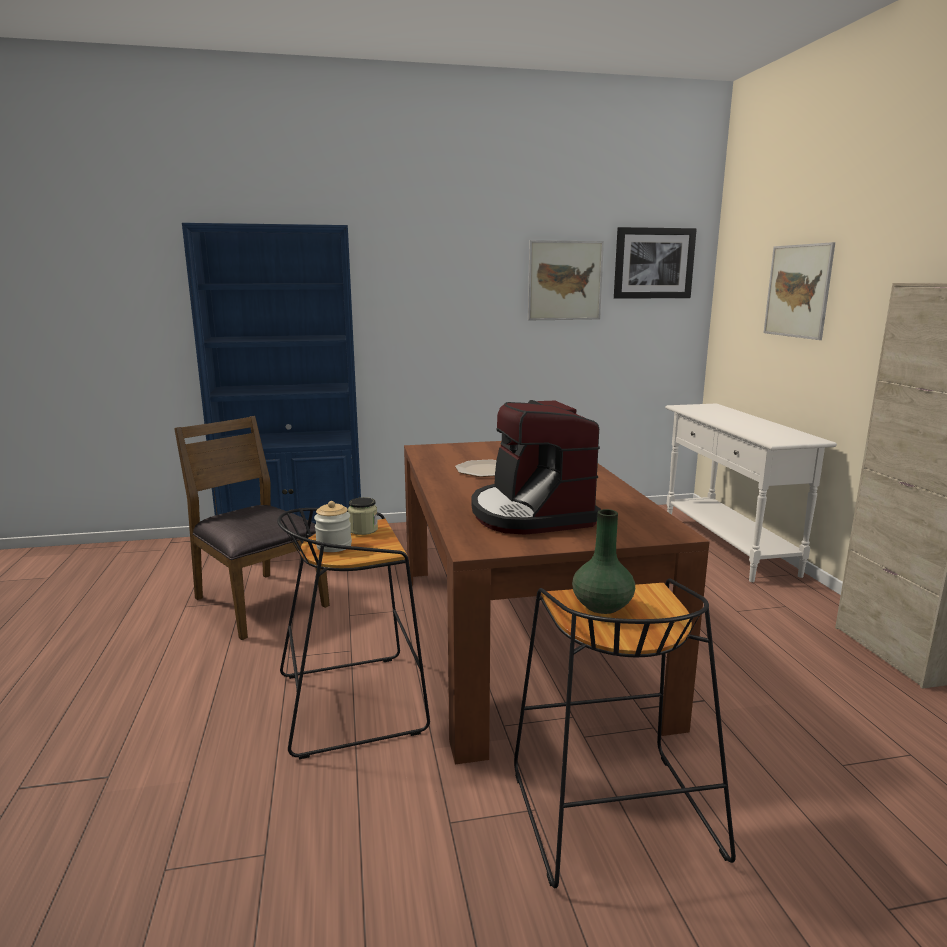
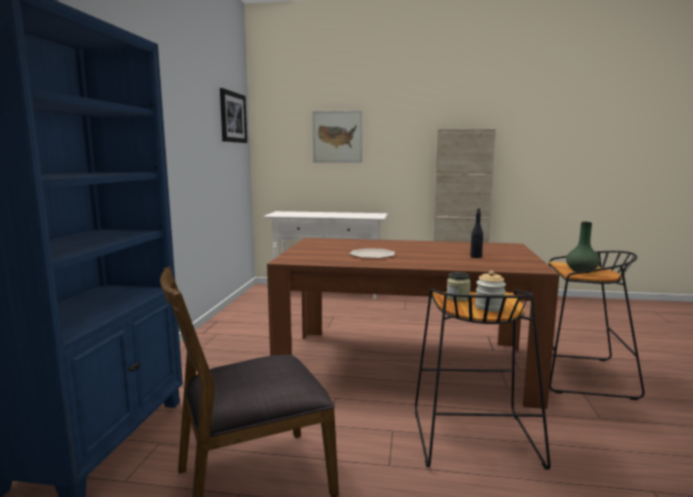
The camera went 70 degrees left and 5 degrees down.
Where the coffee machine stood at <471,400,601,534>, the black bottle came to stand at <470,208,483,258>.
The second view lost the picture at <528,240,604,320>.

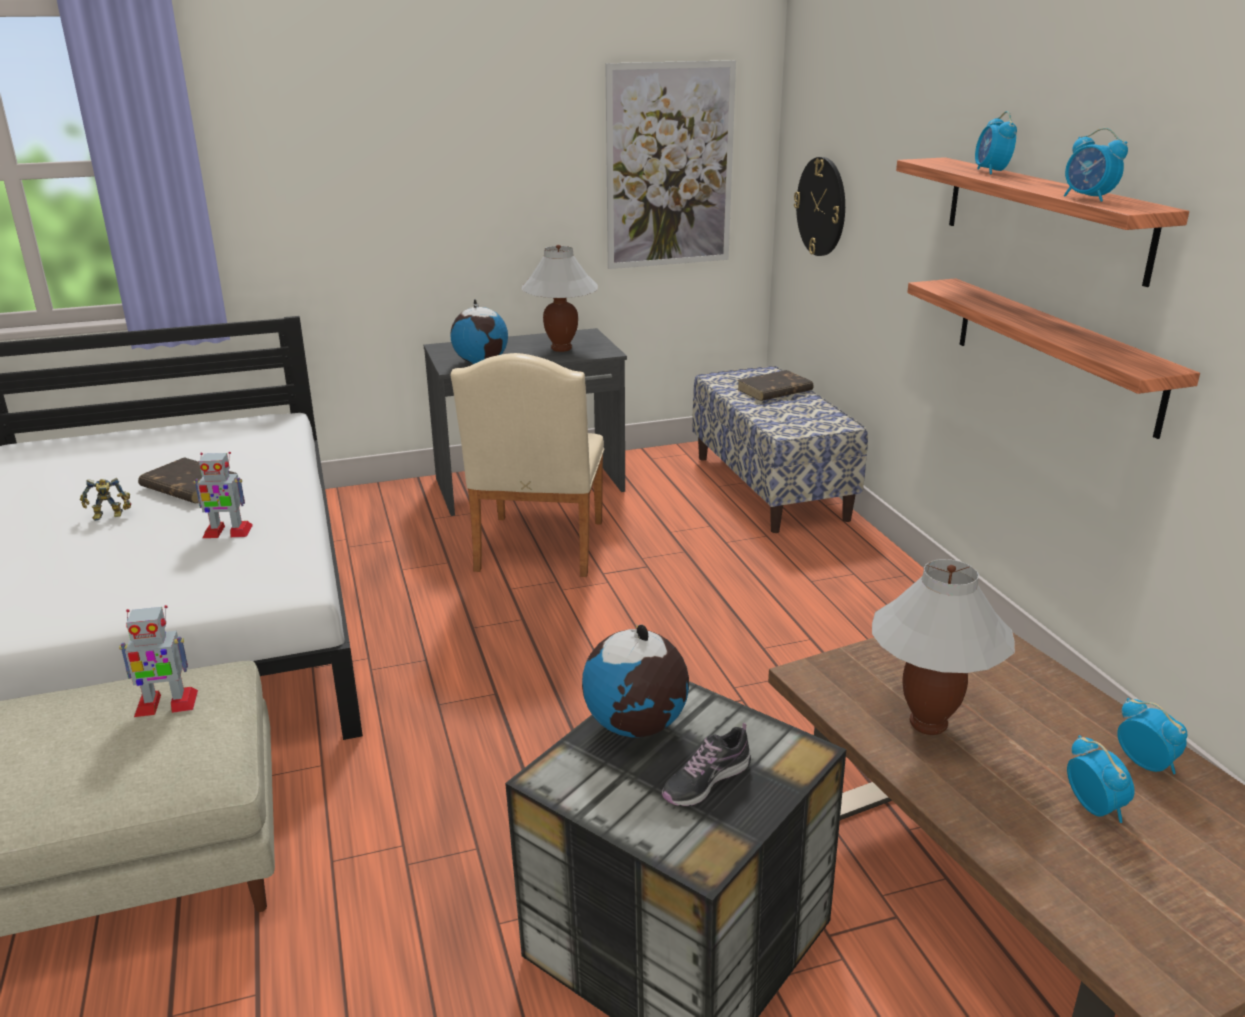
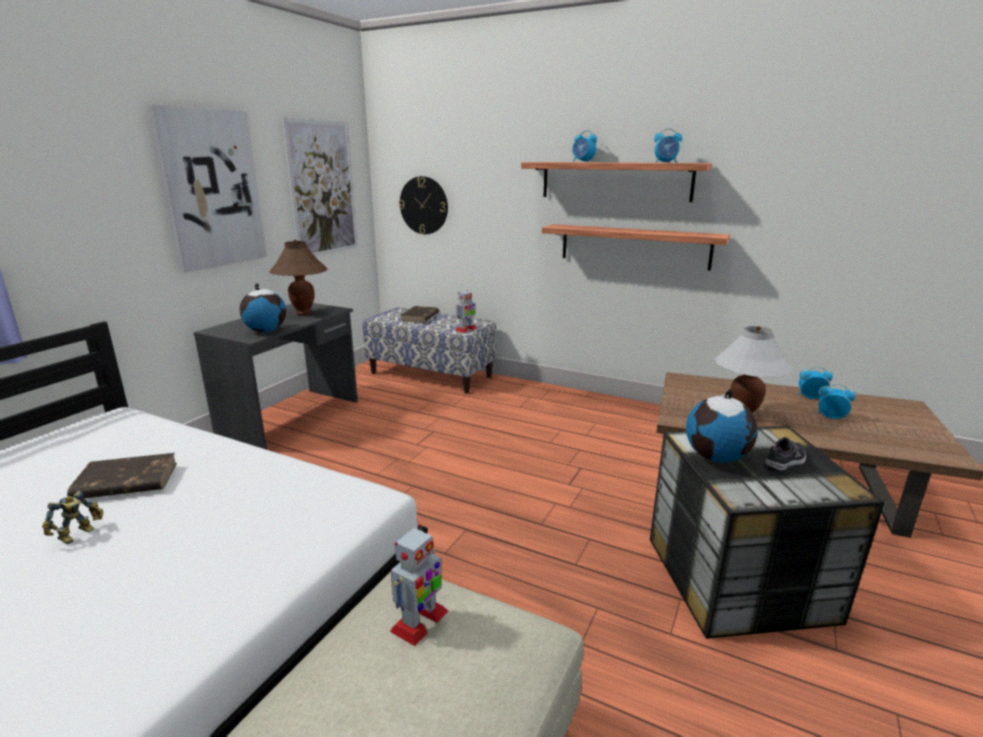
The camera went 45 degrees left and 5 degrees down.
The second view gained the picture at <148,104,267,273>.
What was the white table lamp at <522,245,598,352> turned into the brown table lamp at <269,240,327,316>.
The toy robot ended up elsewhere, having gone from <194,452,253,538> to <455,290,477,333>.
The shoe at <662,723,751,806> ended up facing another way, 135 degrees counterclockwise from before.
The second view lost the beige chair at <451,353,605,577>.

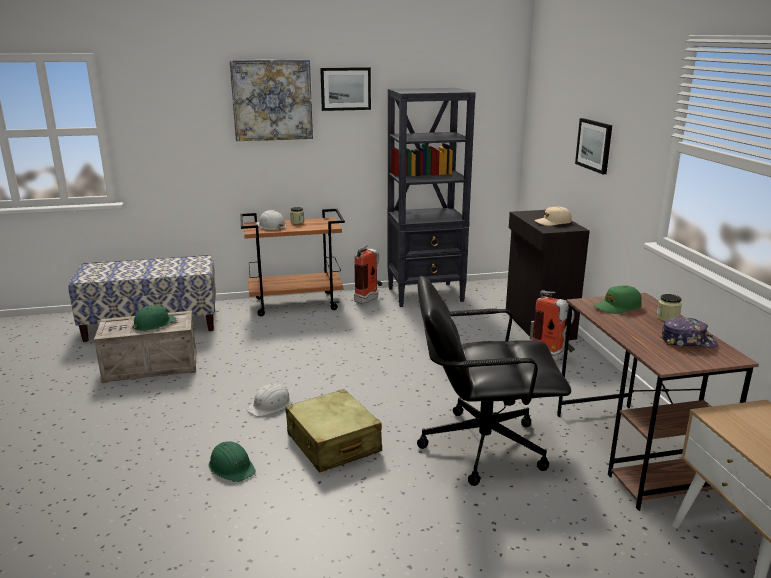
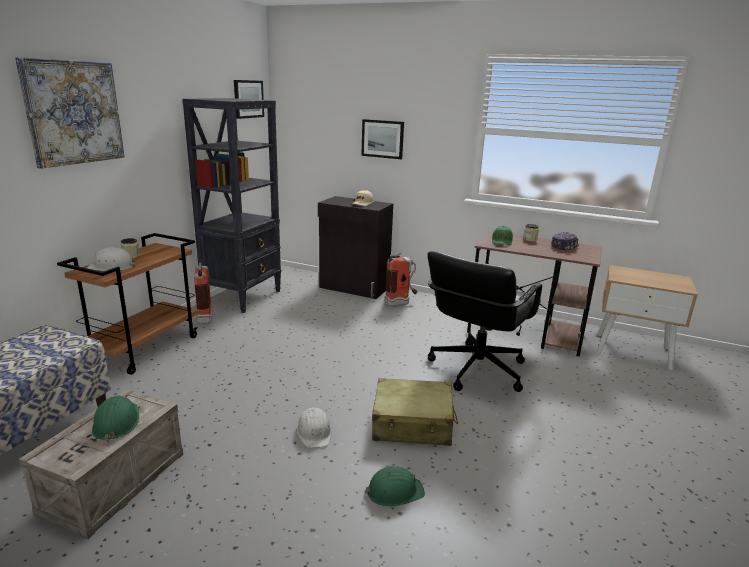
The camera went 55 degrees left and 0 degrees up.
The picture ended up elsewhere, having gone from <320,67,371,111> to <234,80,264,119>.

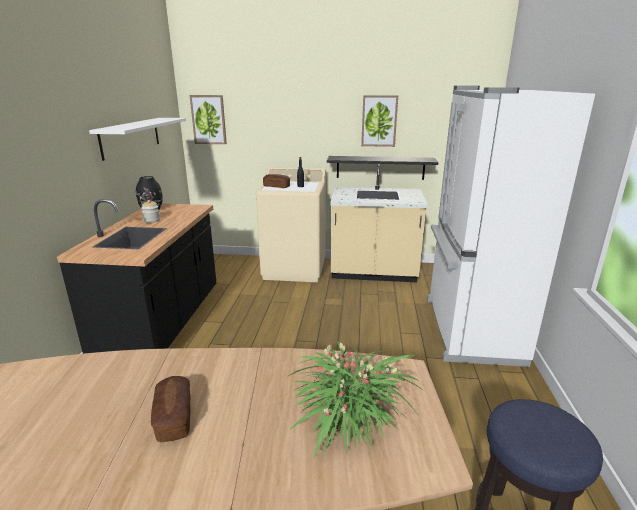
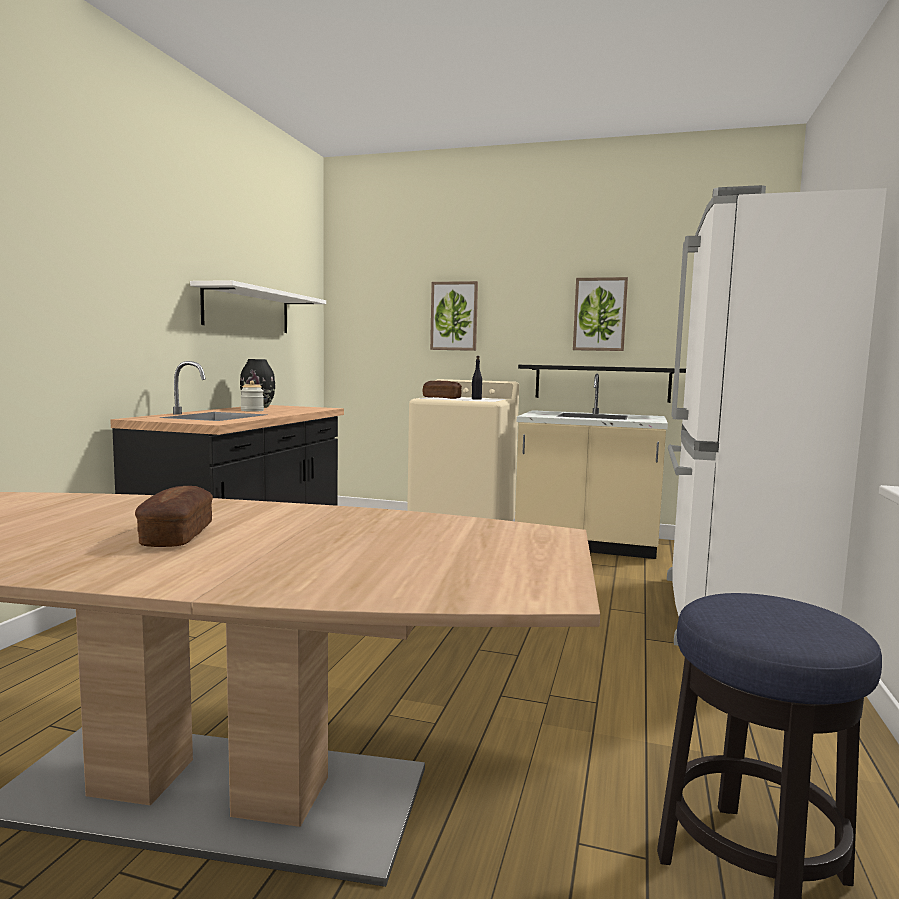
The camera went 10 degrees right and 15 degrees down.
The picture ended up elsewhere, having gone from <190,95,227,144> to <430,281,478,351>.
The second view lost the potted plant at <287,341,425,460>.

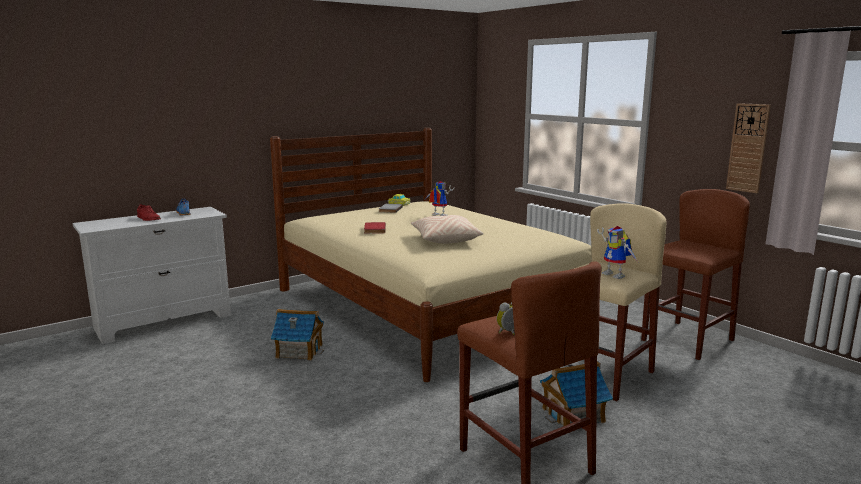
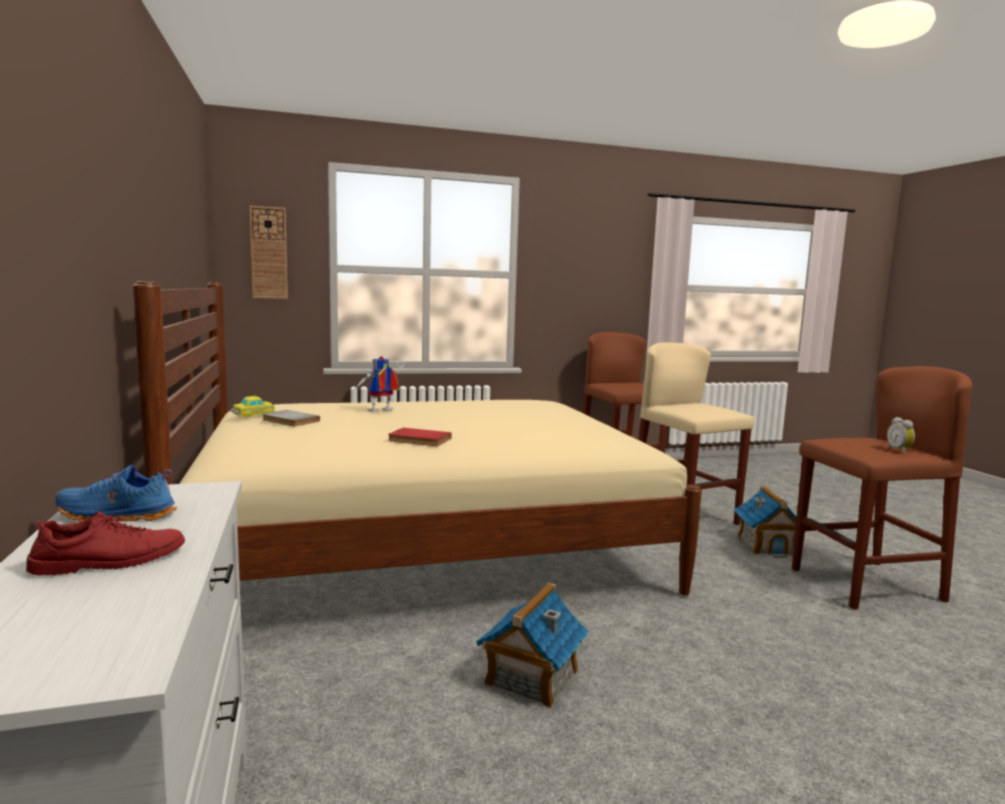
The camera went 70 degrees left and 5 degrees down.
The wall clock ended up elsewhere, having gone from <726,103,771,193> to <249,206,288,299>.
The second view lost the beige pillow at <411,215,484,244>.
The second view lost the toy robot at <597,226,638,279>.

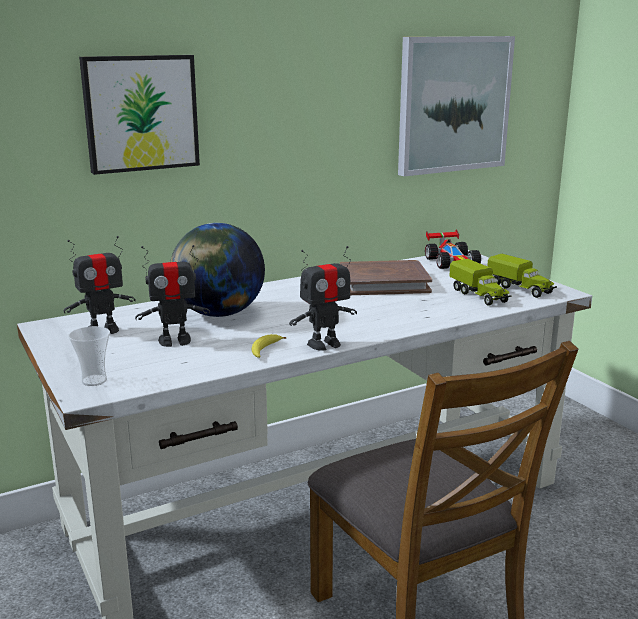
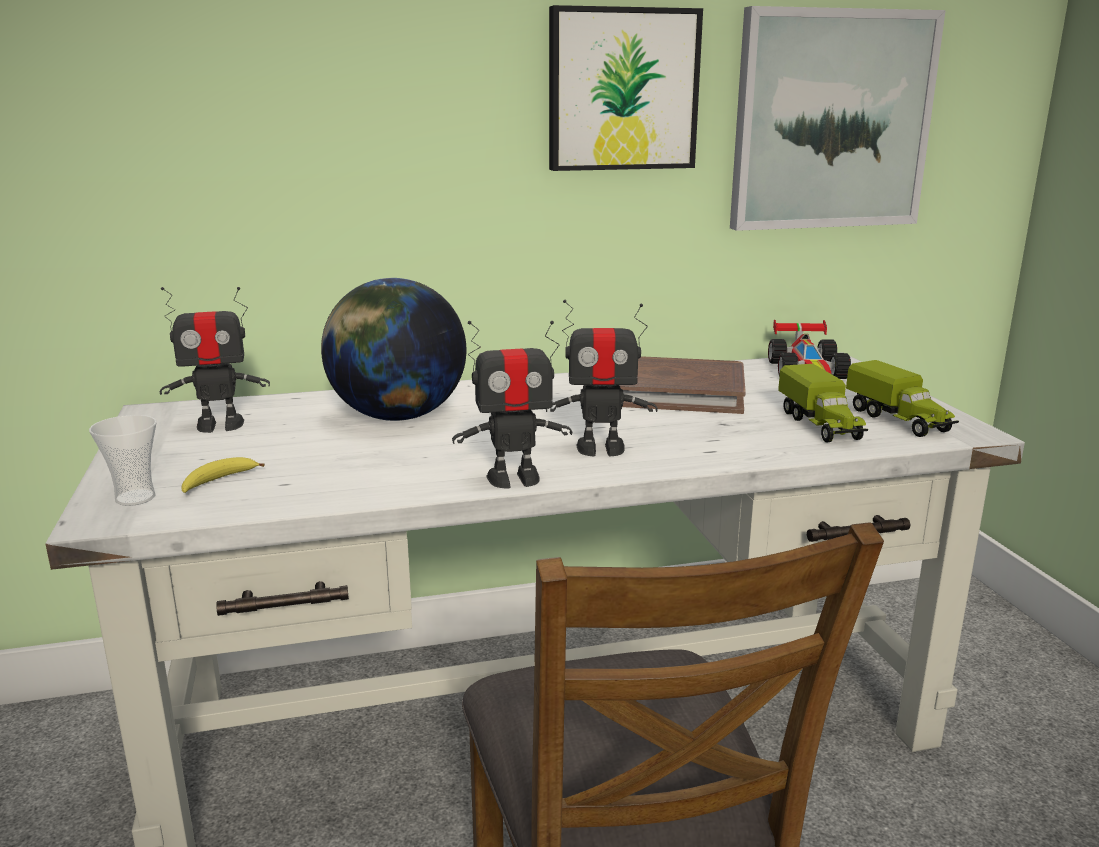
The camera went 15 degrees right and 0 degrees up.
The banana ended up elsewhere, having gone from <252,334,286,358> to <182,457,264,493>.
The toy robot ended up elsewhere, having gone from <135,245,210,347> to <546,300,658,456>.
The picture ended up elsewhere, having gone from <79,55,200,175> to <549,5,703,171>.

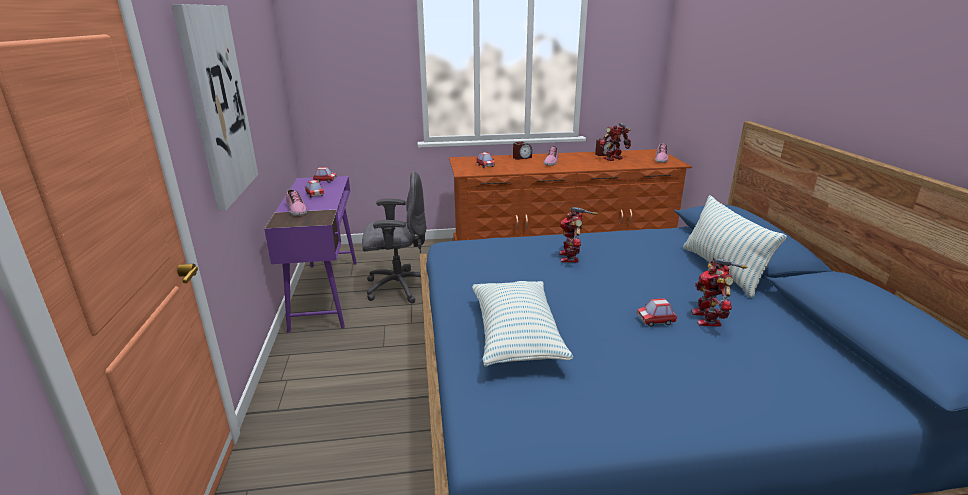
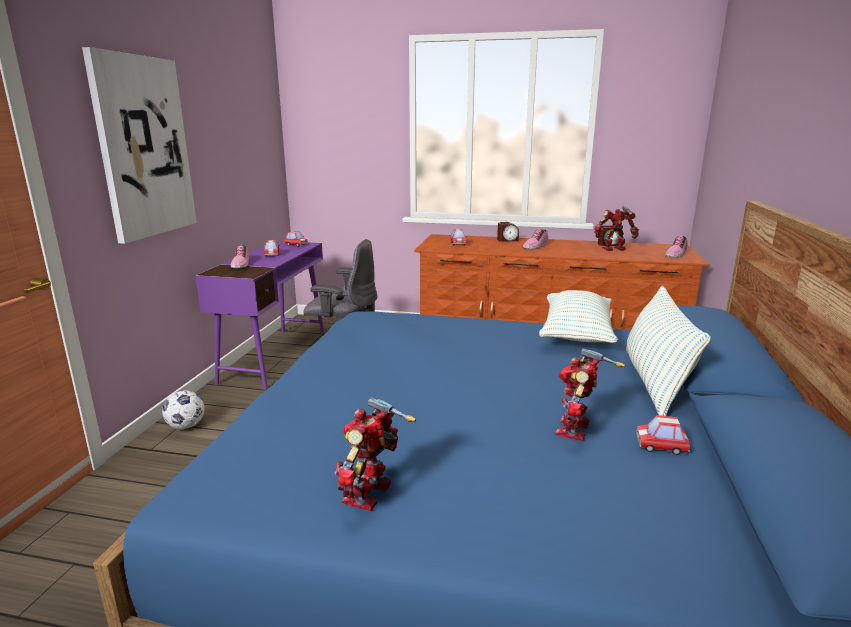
The camera went 20 degrees right and 5 degrees down.
The second view gained the football at <162,390,204,430>.
The toy robot ended up elsewhere, having gone from <559,207,597,262> to <334,397,416,511>.
The pillow ended up elsewhere, having gone from <472,281,573,367> to <539,290,618,343>.
The toy car ended up elsewhere, having gone from <637,298,677,327> to <636,415,690,455>.

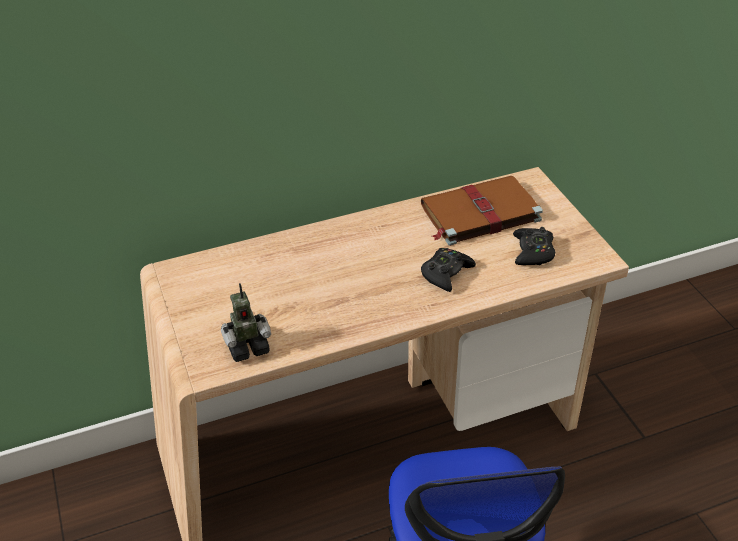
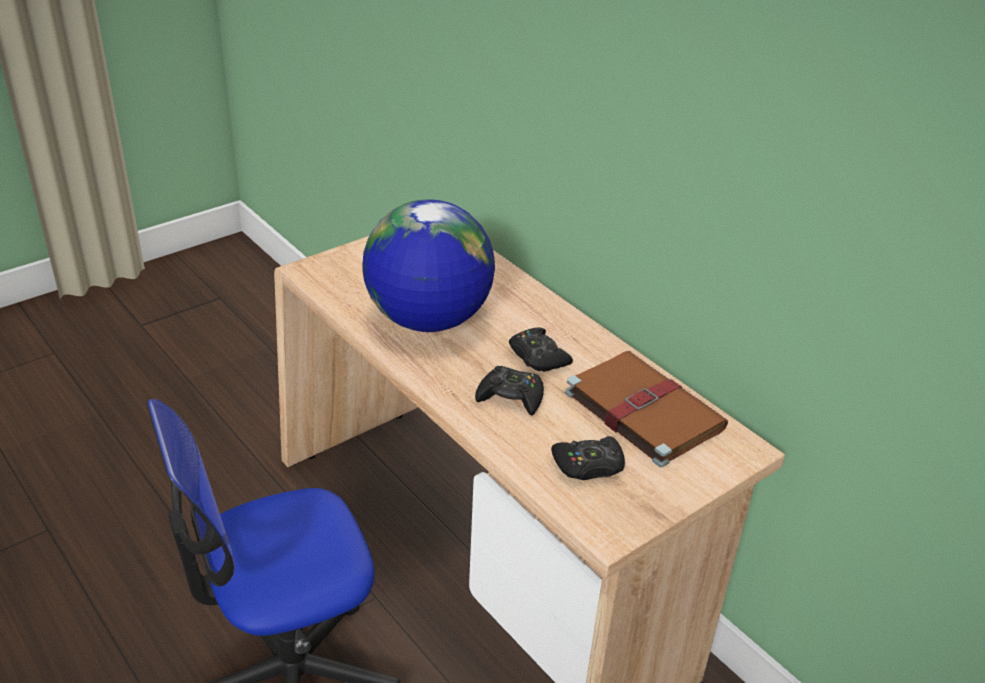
The camera went 70 degrees right and 5 degrees down.
The second view gained the globe at <362,199,495,332>.
The second view gained the black game controller at <509,327,573,372>.
The second view lost the toy robot at <221,283,271,362>.

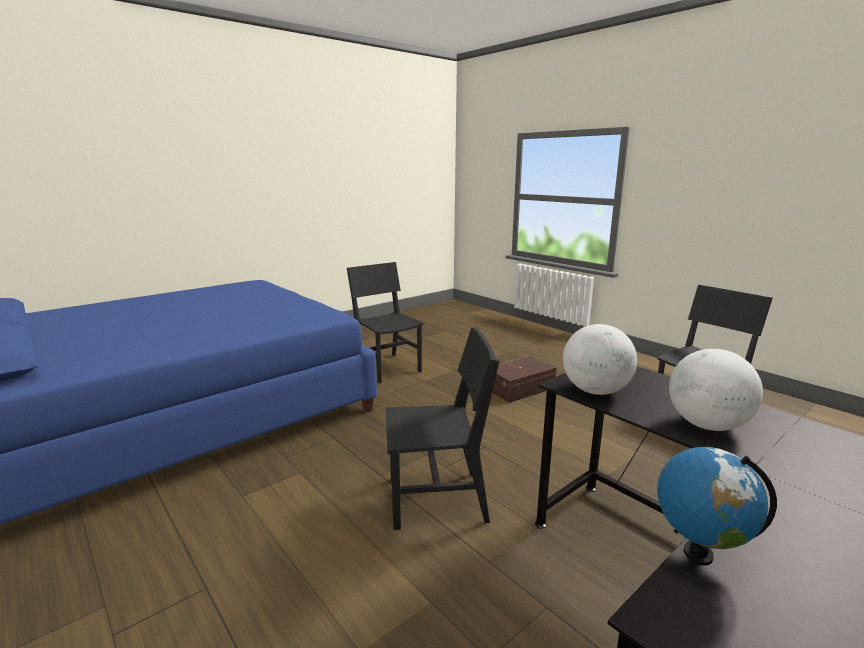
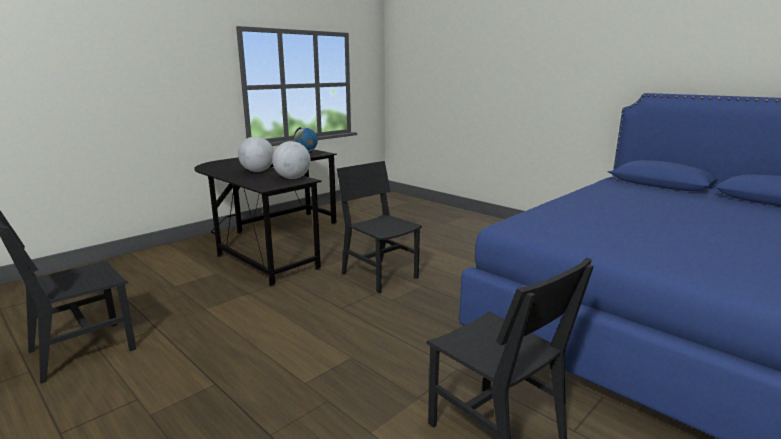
The camera went 175 degrees right and 0 degrees up.
The black chair at <386,327,499,530> ended up facing another way, 60 degrees clockwise from before.
The second view lost the brown storage box at <492,356,557,403>.

